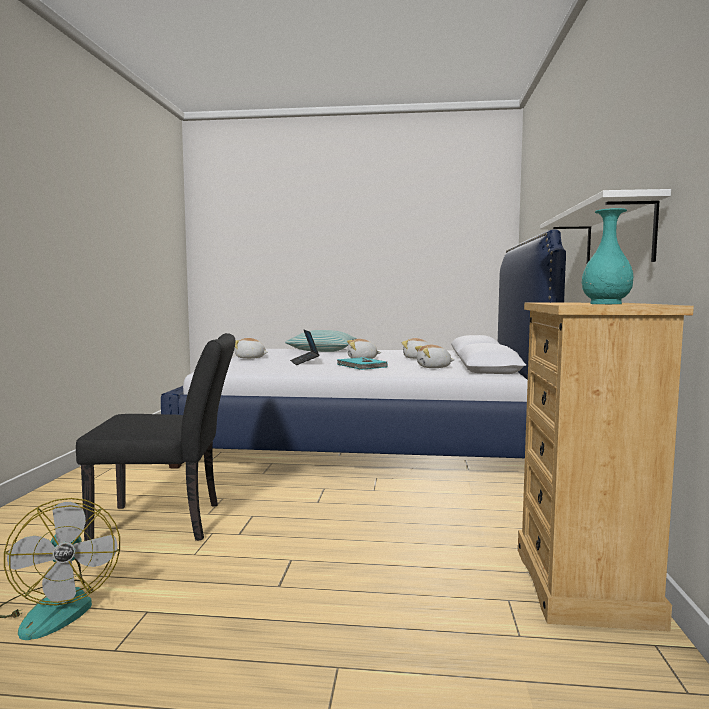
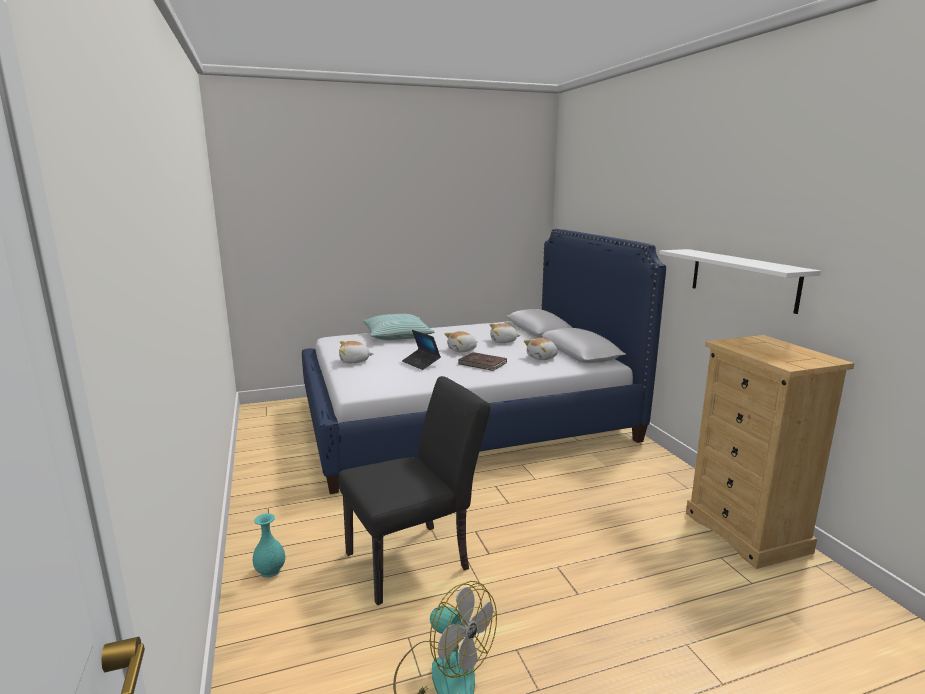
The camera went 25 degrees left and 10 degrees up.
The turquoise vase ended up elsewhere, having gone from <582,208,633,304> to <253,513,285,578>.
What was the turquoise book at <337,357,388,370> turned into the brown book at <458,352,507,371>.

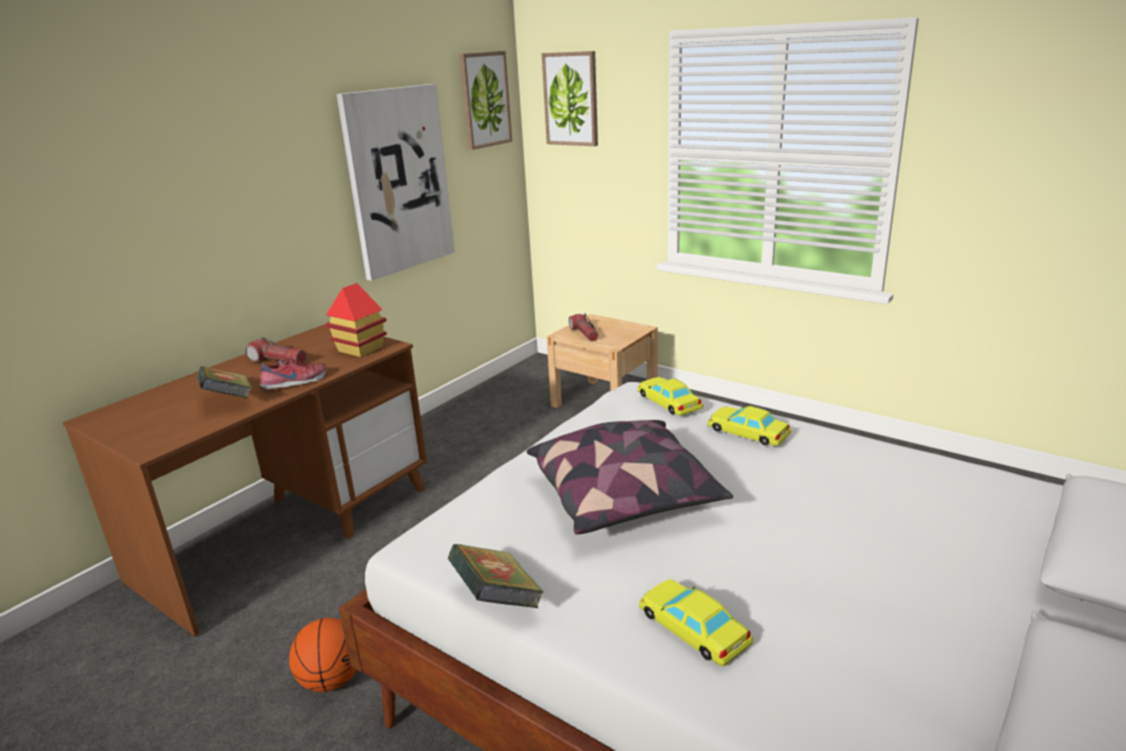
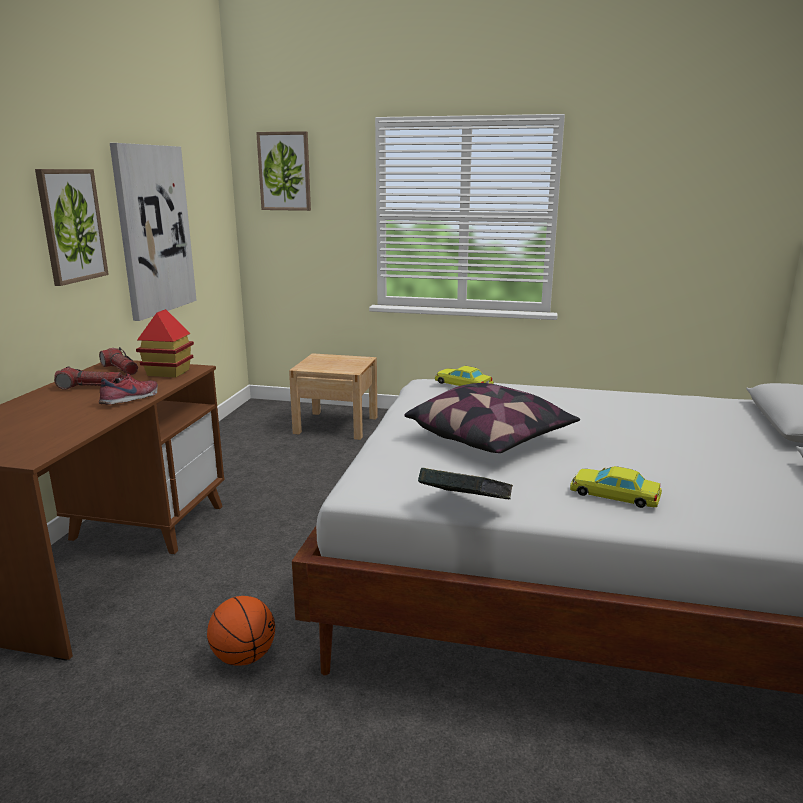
The camera went 25 degrees left and 5 degrees down.
The picture ended up elsewhere, having gone from <459,51,512,150> to <35,169,109,286>.
The flashlight ended up elsewhere, having gone from <569,313,598,341> to <99,347,138,375>.
The second view lost the book at <197,366,252,398>.
The second view lost the yellow toy car at <708,406,791,446>.

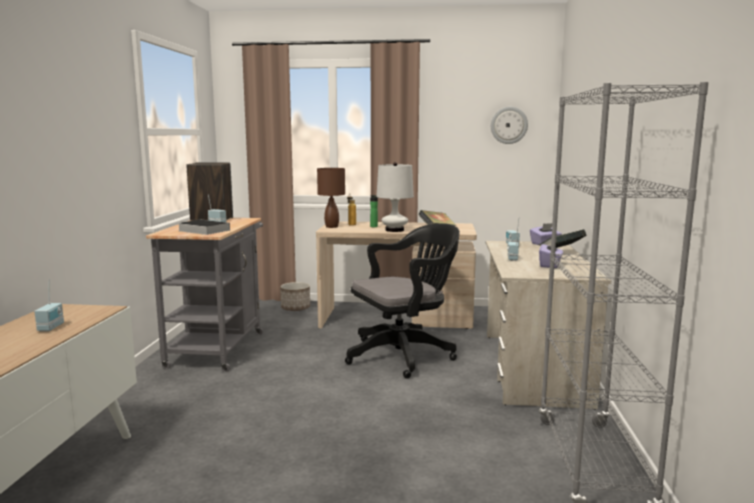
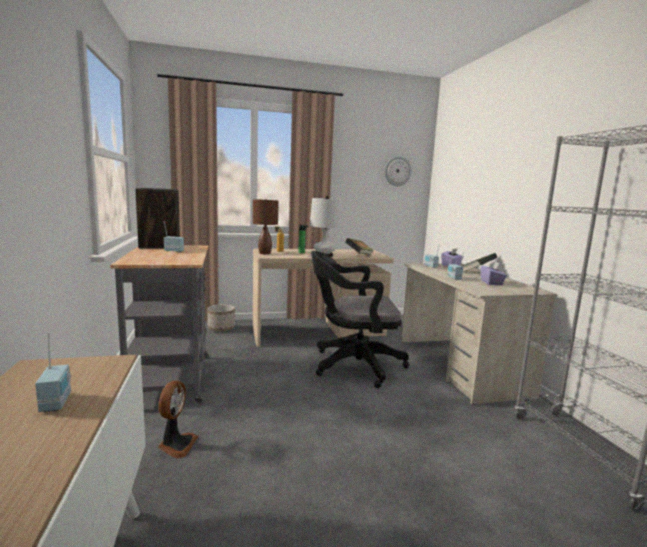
The camera went 20 degrees left and 0 degrees up.
The second view gained the fan at <158,381,199,458>.
The black office chair at <345,223,460,379> ended up facing another way, 135 degrees counterclockwise from before.
The second view lost the book at <178,220,230,235>.

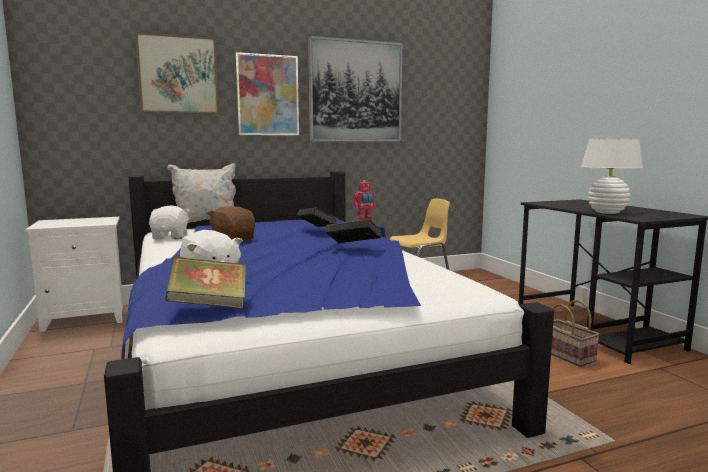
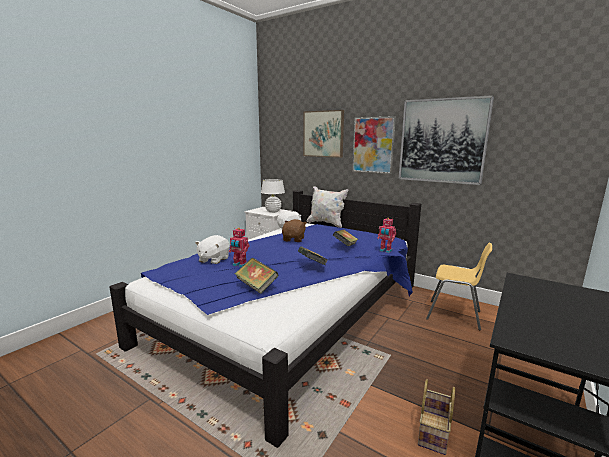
The camera went 55 degrees right and 5 degrees up.
The second view gained the toy robot at <229,228,249,267>.
The book ended up elsewhere, having gone from <165,257,246,309> to <235,258,278,294>.
The white table lamp ended up elsewhere, having gone from <581,139,643,214> to <261,179,285,213>.

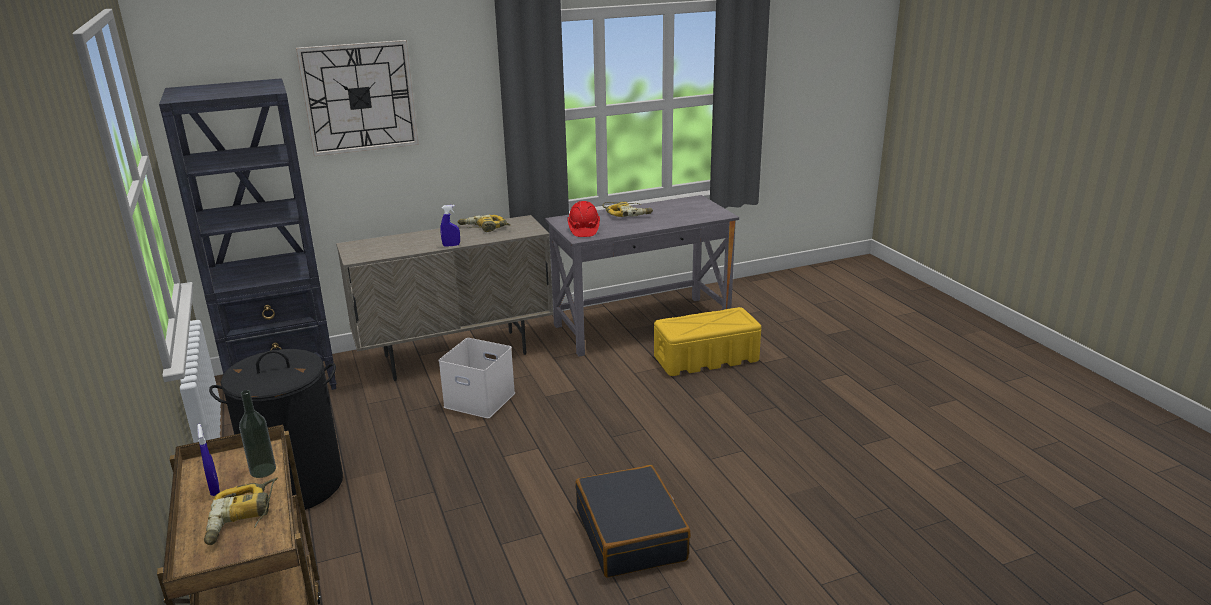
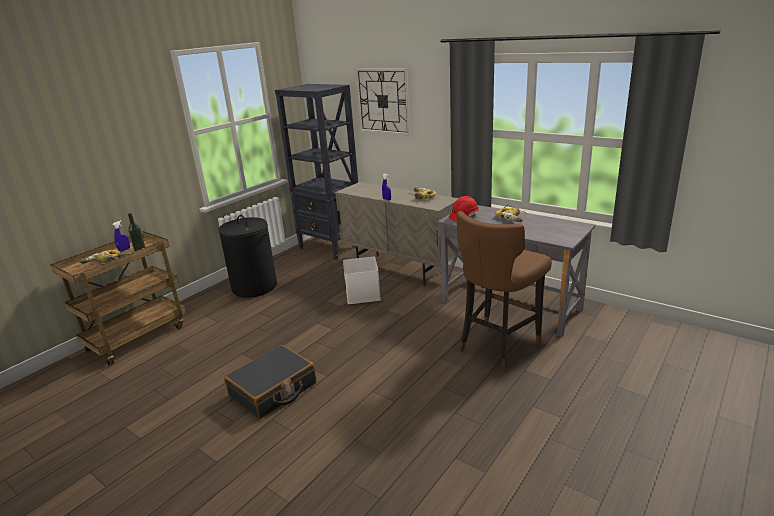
The camera went 60 degrees right and 0 degrees up.
Where the yellow storage box stood at <654,307,761,376>, the brown stool came to stand at <457,211,552,370>.

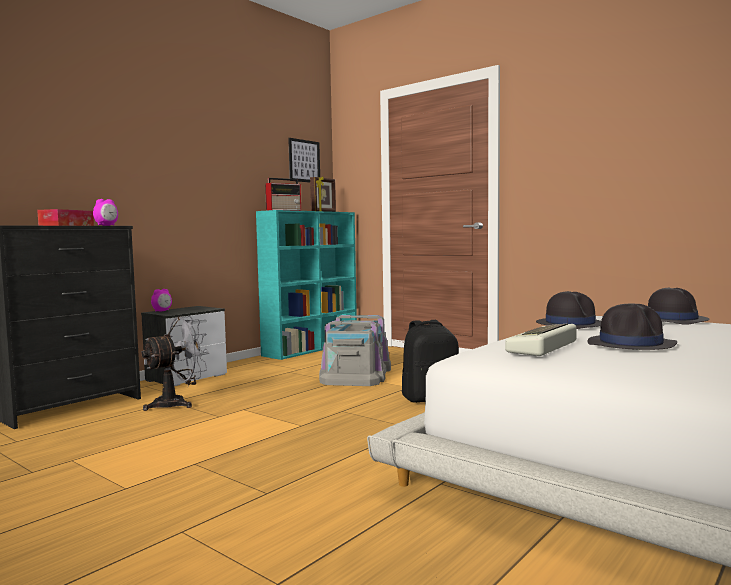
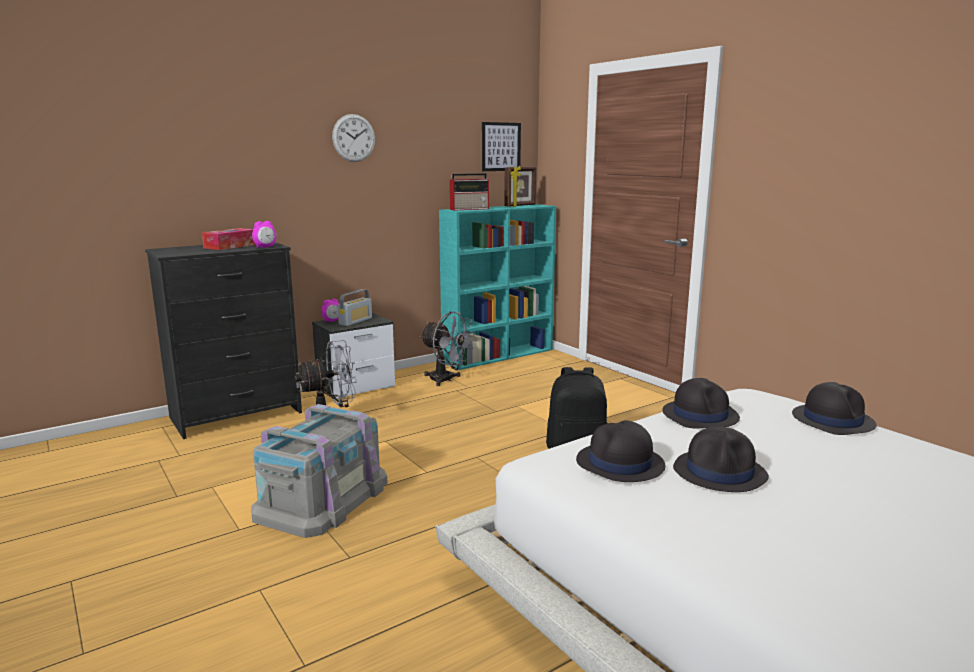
The camera went 15 degrees right and 10 degrees up.
The grey storage box ended up elsewhere, having gone from <319,315,391,386> to <251,404,388,538>.
The second view gained the wall clock at <332,114,375,162>.
The second view gained the radio at <338,289,372,326>.
The second view gained the grey fan at <420,311,475,386>.
Where the keyboard stood at <505,323,576,356>, the black hat came to stand at <576,420,666,482>.

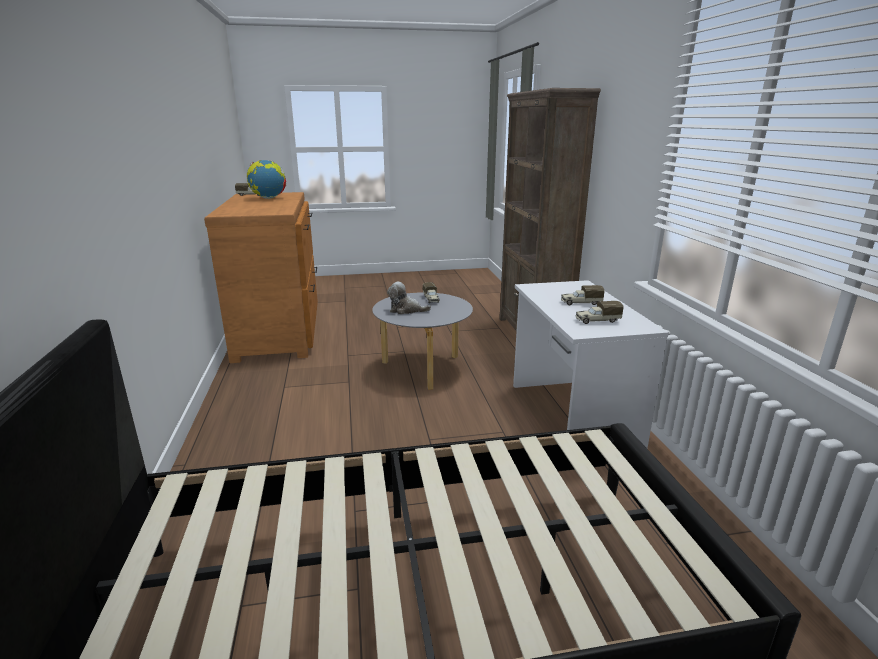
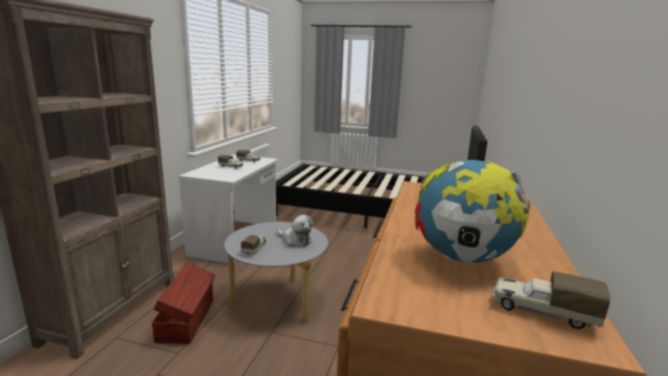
The camera went 155 degrees left and 5 degrees down.
The second view gained the brown storage box at <152,262,216,344>.

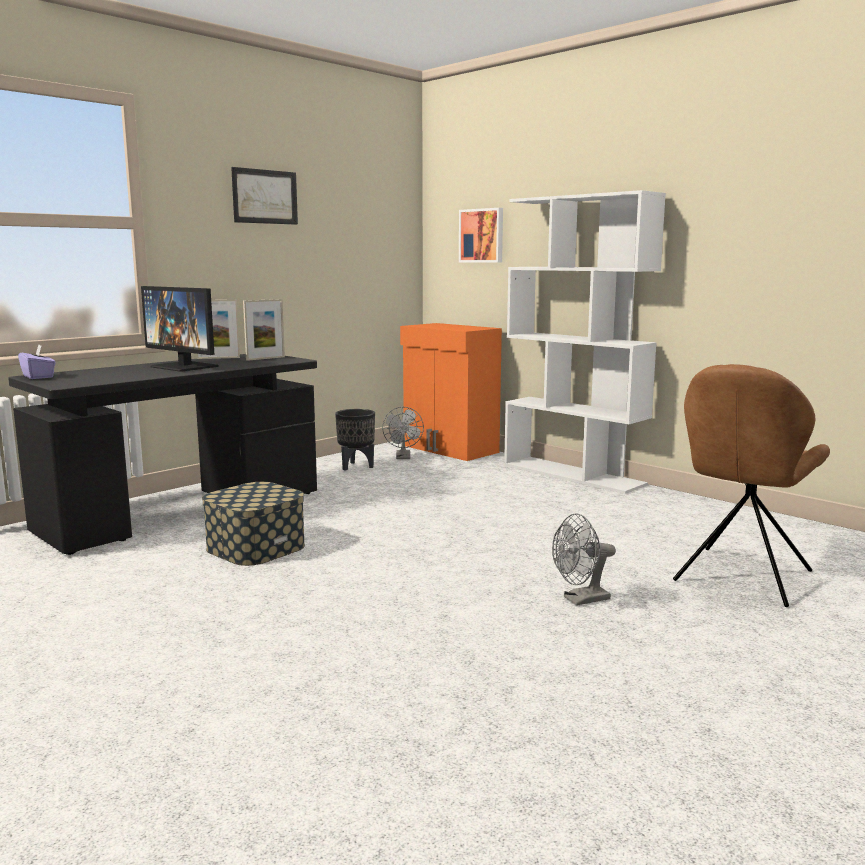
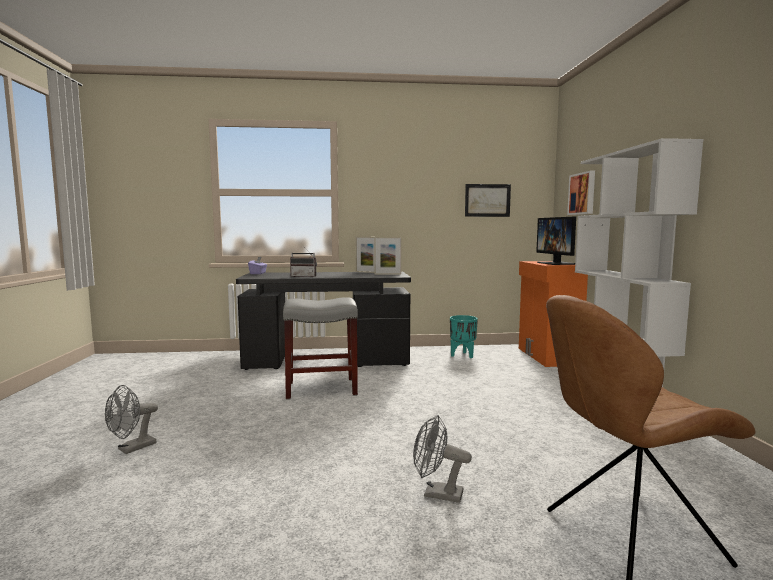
The camera went 40 degrees right and 5 degrees down.
The grey fan ended up elsewhere, having gone from <382,407,424,459> to <105,385,158,454>.
Where the storage box stood at <202,482,305,566>, the grey stool came to stand at <283,297,358,400>.
The second view gained the radio at <290,246,317,277>.
What was the black planter at <335,409,375,471> turned into the turquoise planter at <450,315,478,358>.
The picture ended up elsewhere, having gone from <231,167,298,225> to <465,184,511,217>.
The monitor ended up elsewhere, having gone from <141,286,219,372> to <536,217,576,265>.

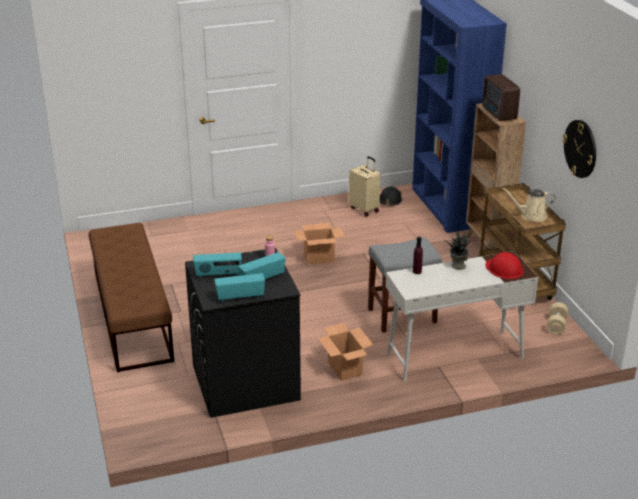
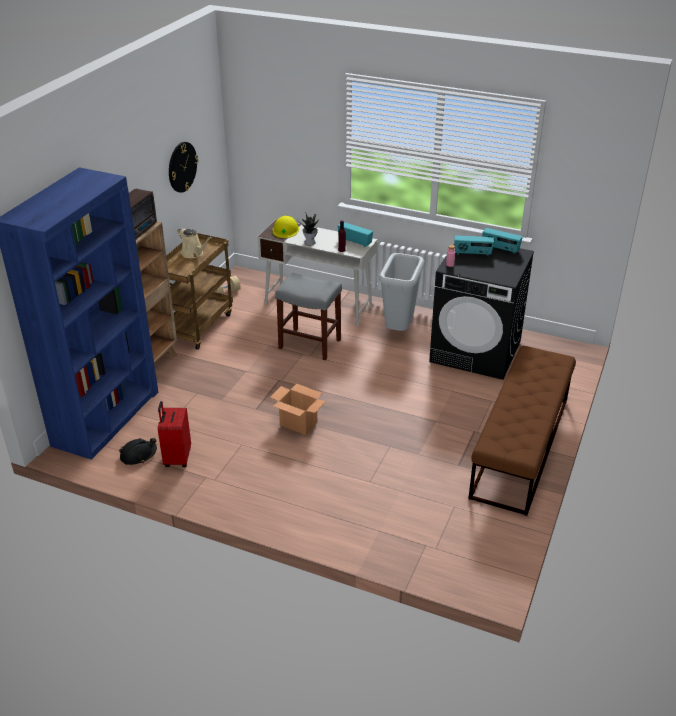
The camera went 140 degrees left and 5 degrees up.
What was the beige suitcase at <349,156,381,217> turned into the red suitcase at <158,401,191,467>.
What was the red hard hat at <485,252,524,279> turned into the yellow hard hat at <273,216,299,238>.
The radio ended up elsewhere, having gone from <193,252,242,278> to <338,222,373,247>.
Where the cardboard box stood at <318,323,373,381>, the grey trash can came to stand at <379,253,424,331>.

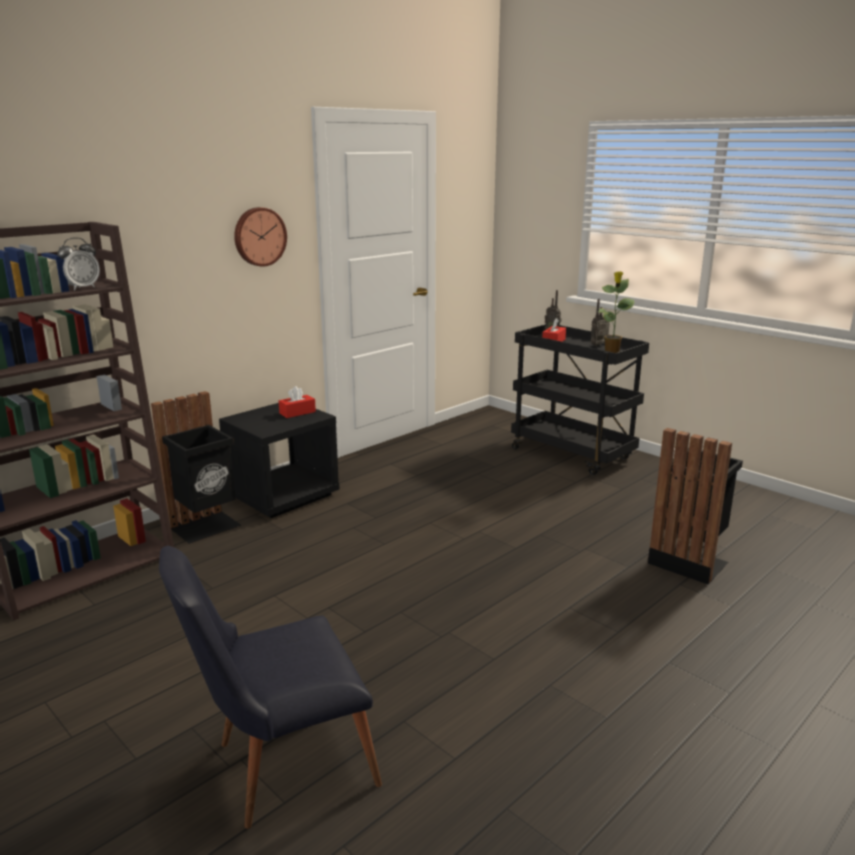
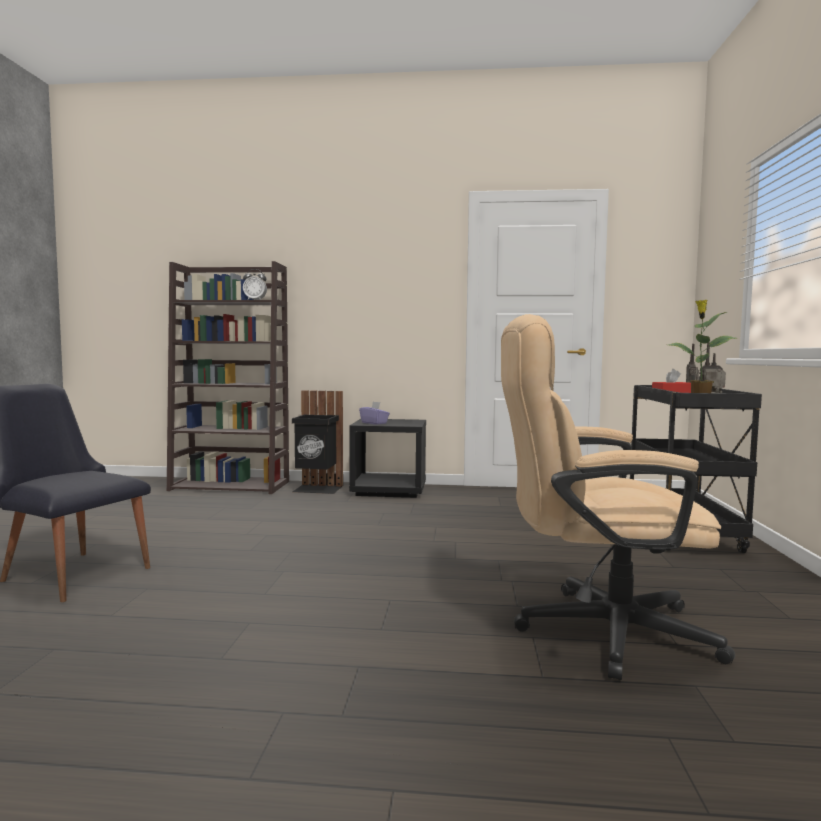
The camera went 50 degrees right and 15 degrees down.
The second view gained the purple tissue box at <359,402,390,425>.
Where the black trash can stood at <648,428,743,585>, the beige office chair came to stand at <501,314,735,680>.
The second view lost the wall clock at <234,207,287,267>.
The second view lost the red tissue box at <279,386,316,418>.

